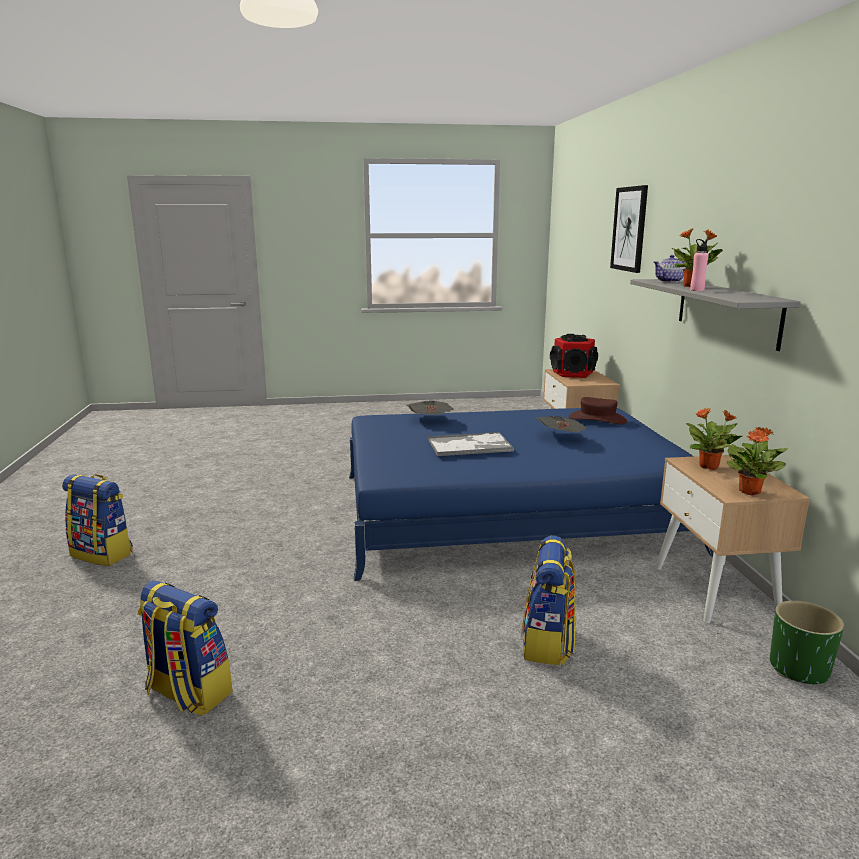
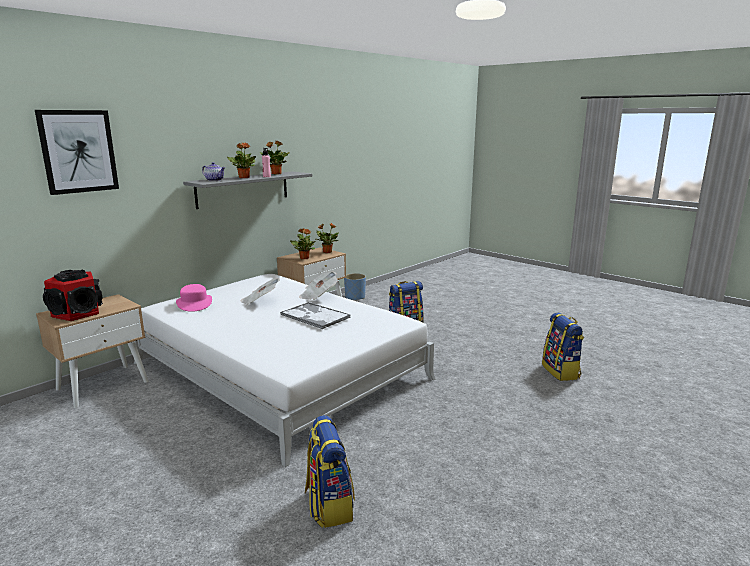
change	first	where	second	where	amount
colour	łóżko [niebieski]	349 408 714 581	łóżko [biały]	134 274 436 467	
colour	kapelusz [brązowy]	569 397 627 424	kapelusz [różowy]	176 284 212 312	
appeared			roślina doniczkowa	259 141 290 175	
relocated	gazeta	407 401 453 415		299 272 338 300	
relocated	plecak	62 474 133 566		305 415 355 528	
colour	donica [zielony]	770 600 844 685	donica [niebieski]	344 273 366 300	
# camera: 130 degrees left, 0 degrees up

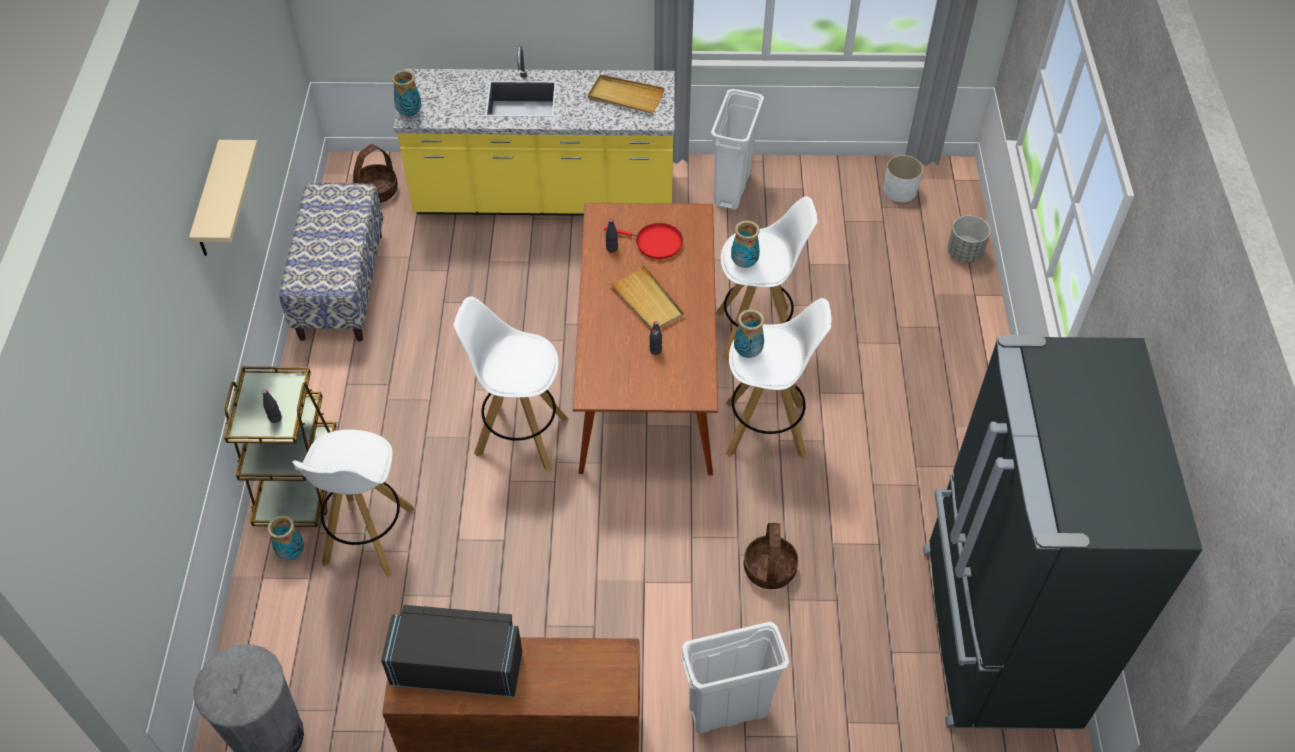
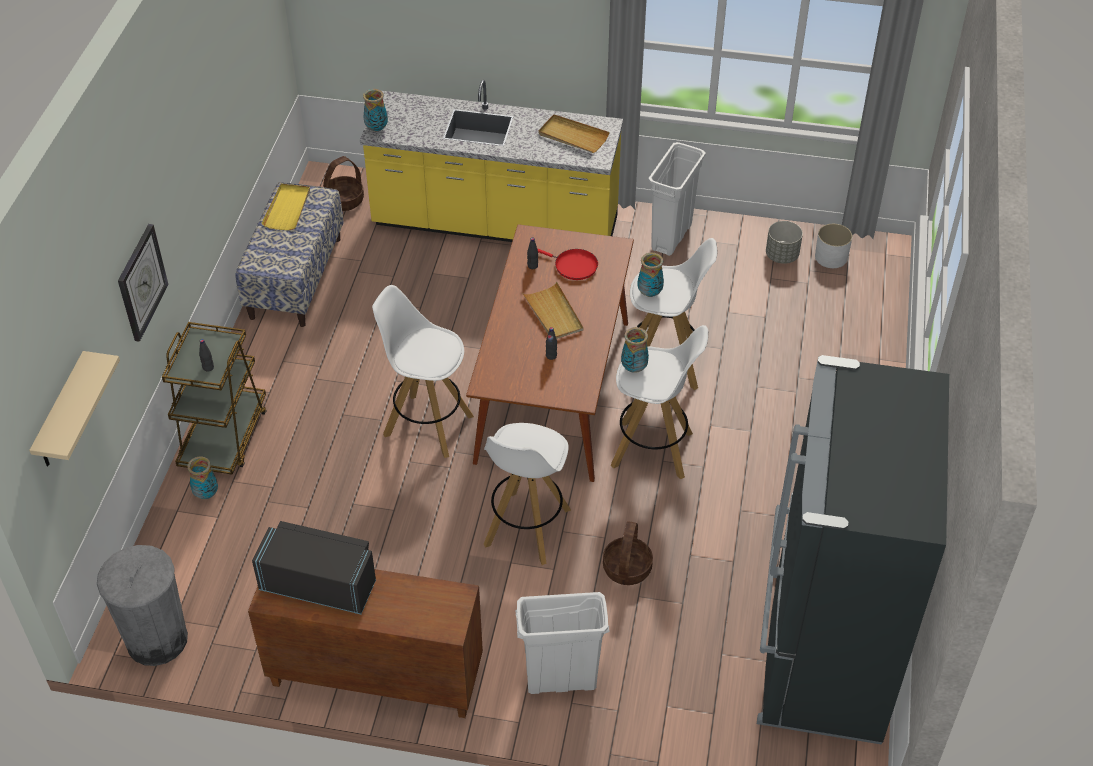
change	first	where	second	where	amount
relocated	półka [beżowy]	189 140 258 256		29 351 120 466	
appeared			zegar ścienny	118 224 169 342	
appeared			taca [żółty]	261 184 310 230	
relocated	stołek [biały]	292 429 414 577		484 423 571 565	
relocated	donica [szary]	948 215 990 262		766 221 803 264	
# camera: 10 degrees right, 5 degrees down

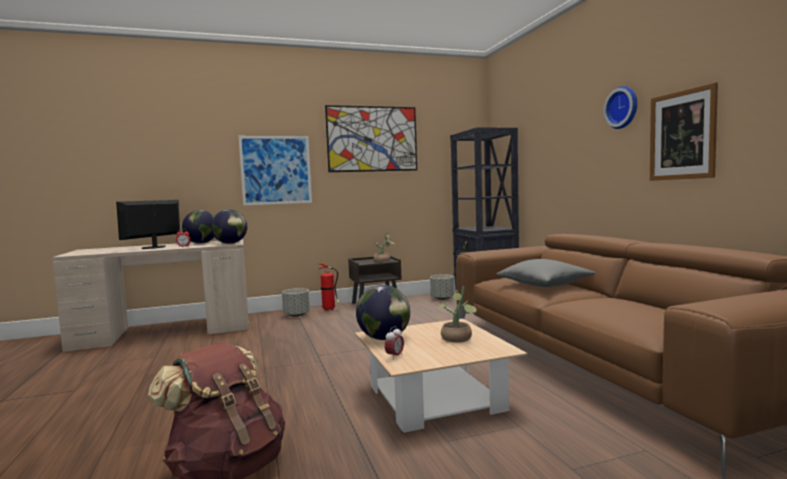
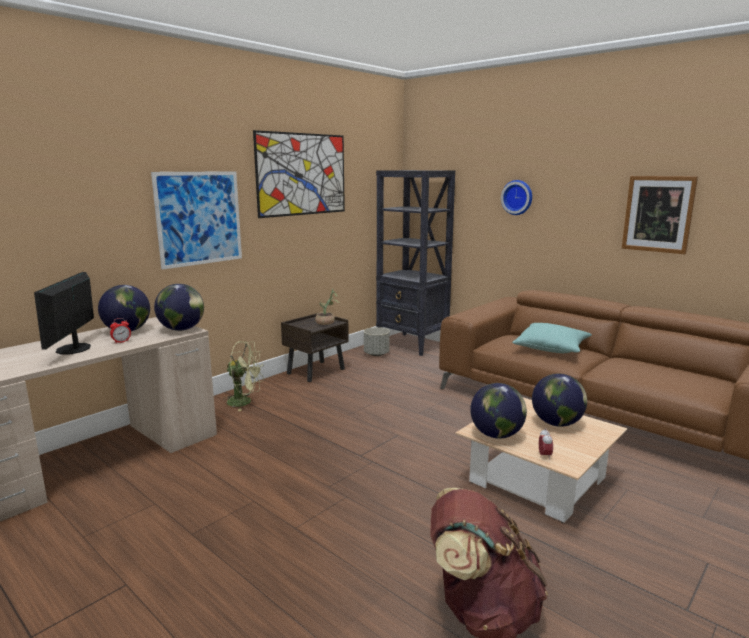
change	first	where	second	where	amount
exchanged	donica [szary]	282 288 310 317	wentylator [zielony]	223 341 264 411	
relocated	zegar ścienny	603 86 637 129		501 180 532 215	
colour	poduszka [szary]	497 259 595 287	poduszka [turkusowy]	512 323 592 353	
exchanged	roślina doniczkowa	439 286 477 343	globus	532 373 587 427	
missing	gaśnica	318 260 341 311			
# camera: 30 degrees left, 10 degrees up

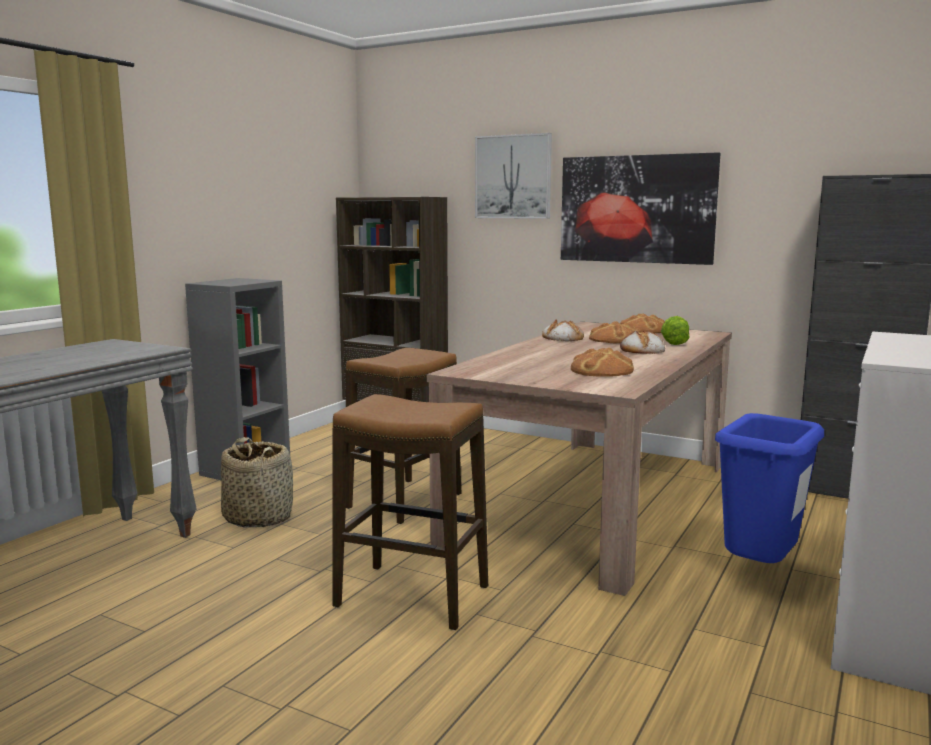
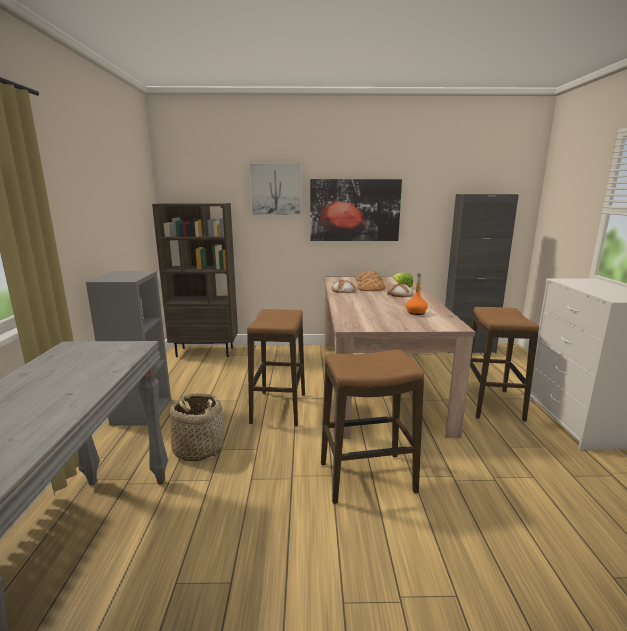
change	first	where	second	where	amount
exchanged	chleb	571 347 634 377	butelka [pomarańczowy]	406 273 428 315	
exchanged	kosz na śmieci [niebieski]	715 413 824 563	stołek	470 307 539 422	
# camera: 30 degrees left, 5 degrees up

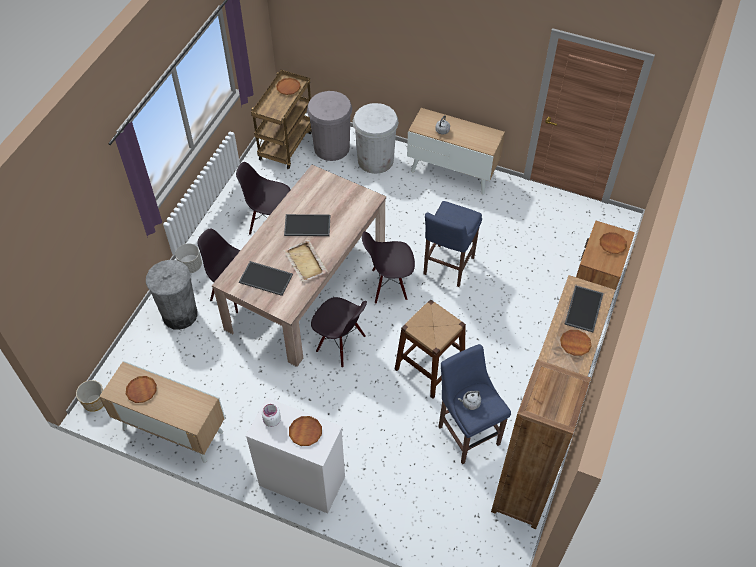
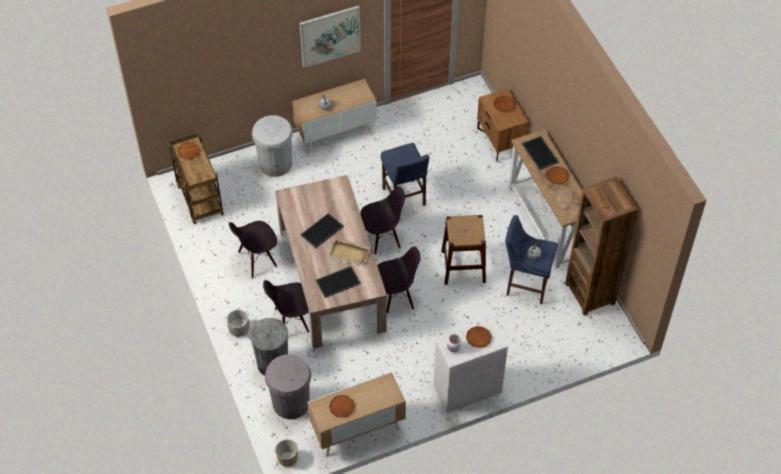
change	first	where	second	where	amount
relocated	kosz na śmieci [szary]	307 91 352 161		265 354 311 419	
appeared			obraz	300 5 361 68	
spun	krzesło [czarny]	362 231 415 304		360 186 405 254	150 degrees counterclockwise
# camera: 45 degrees left, 0 degrees up

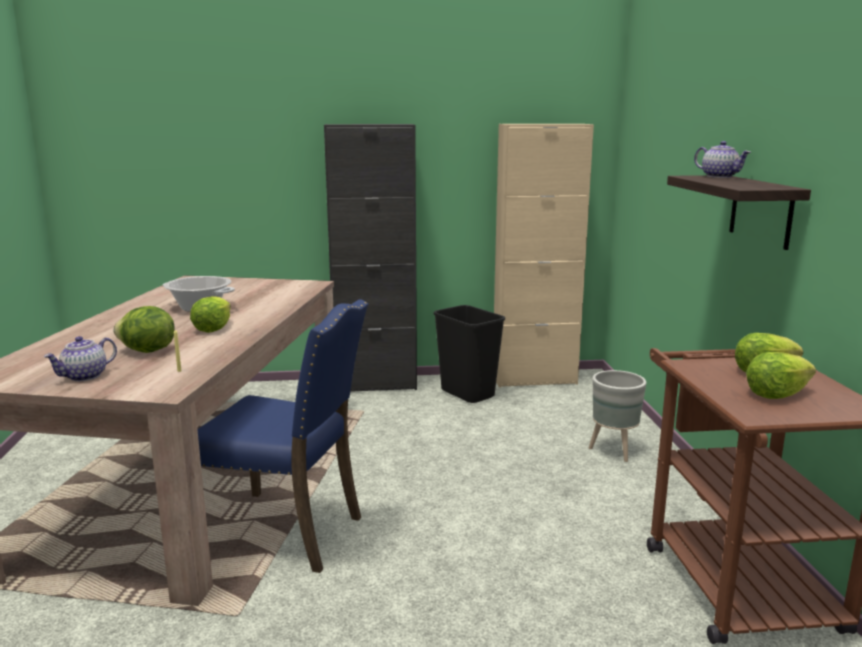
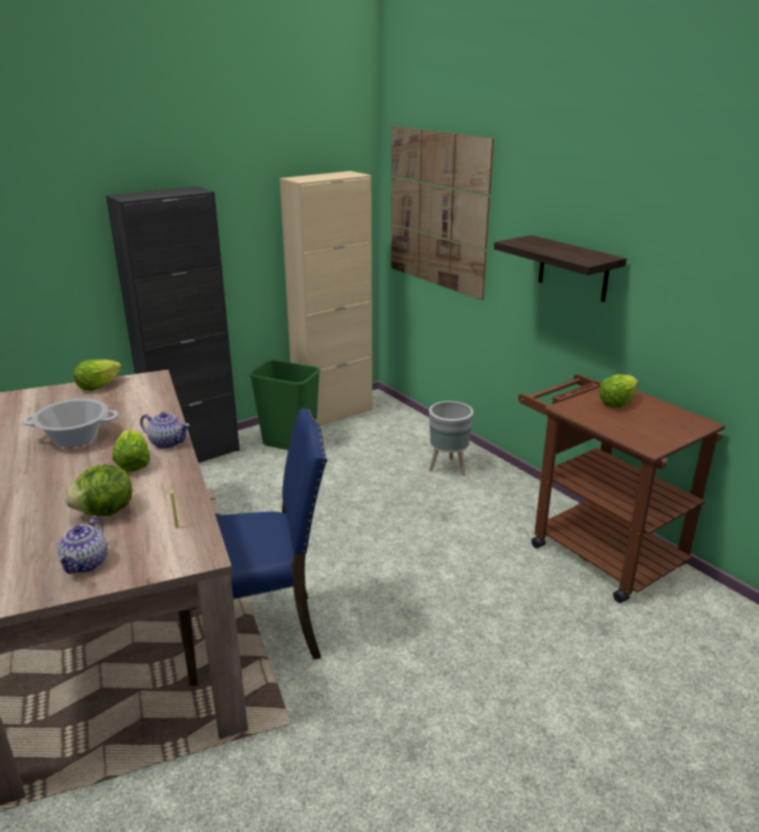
change	first	where	second	where	amount
relocated	sałata	746 352 816 399		74 360 122 391	
relocated	imbryk	694 141 751 178		140 412 190 449	
colour	kosz na śmieci [czarny]	434 305 505 403	kosz na śmieci [zielony]	249 360 321 450	
appeared			obraz	391 126 494 300	
# camera: 30 degrees left, 10 degrees up

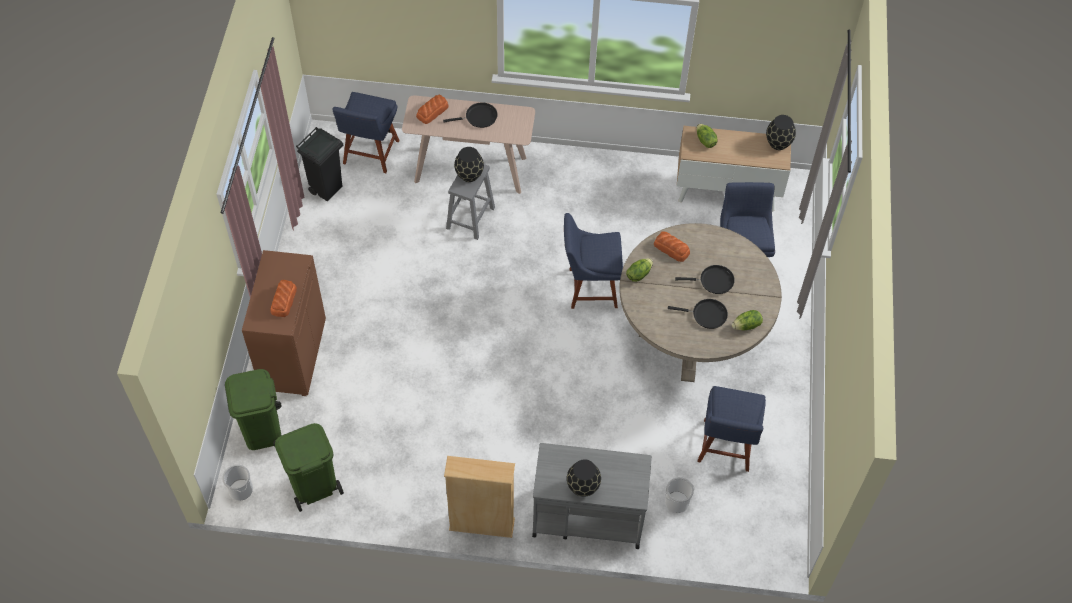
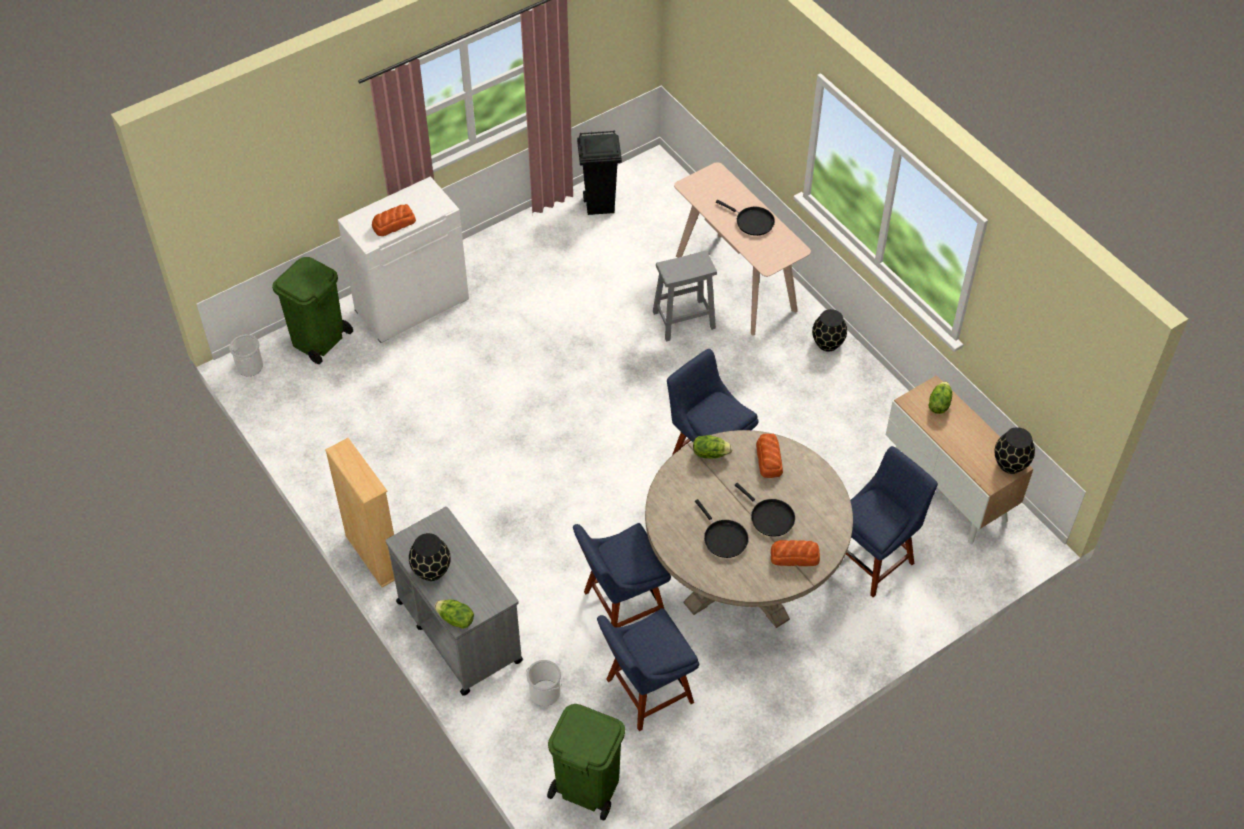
change	first	where	second	where	amount
colour	szafka [brązowy]	242 250 326 396	szafka [biały]	338 176 469 343	
relocated	sałata	732 310 763 330		434 600 474 629	
relocated	kosz na śmieci [zielony]	275 423 344 512		547 704 625 821	
relocated	krzesło [niebieski]	332 92 400 173		573 523 671 627	
relocated	chleb	416 94 449 124		771 540 820 566	
relocated	wazon [czarny]	454 147 484 182		812 309 847 352	
# camera: 50 degrees right, 5 degrees down

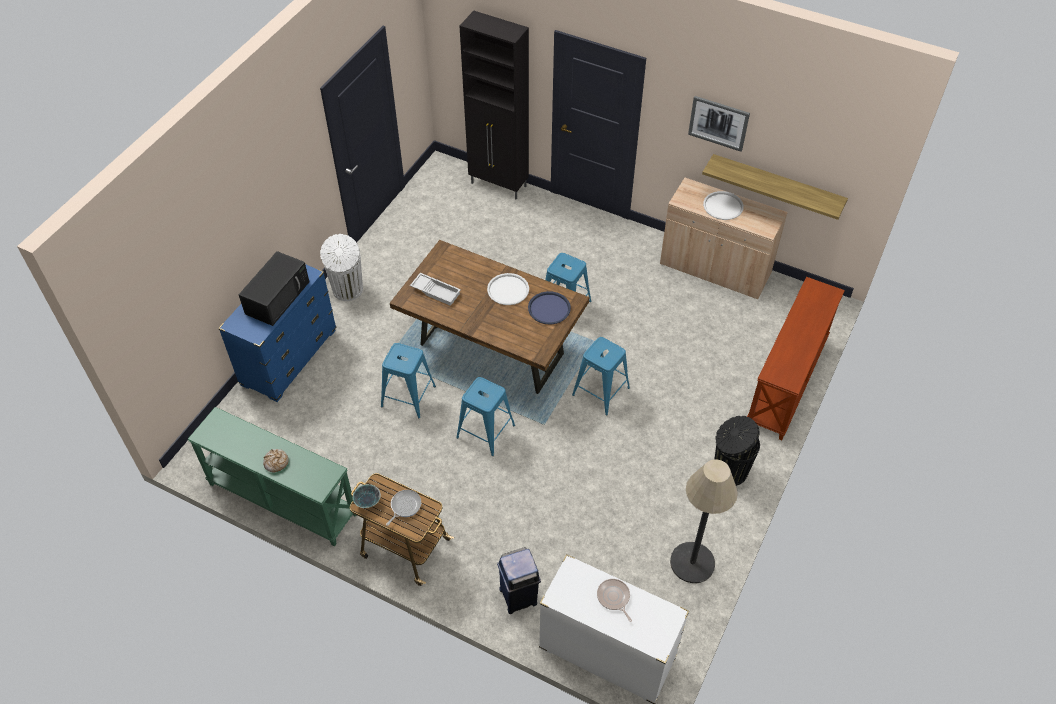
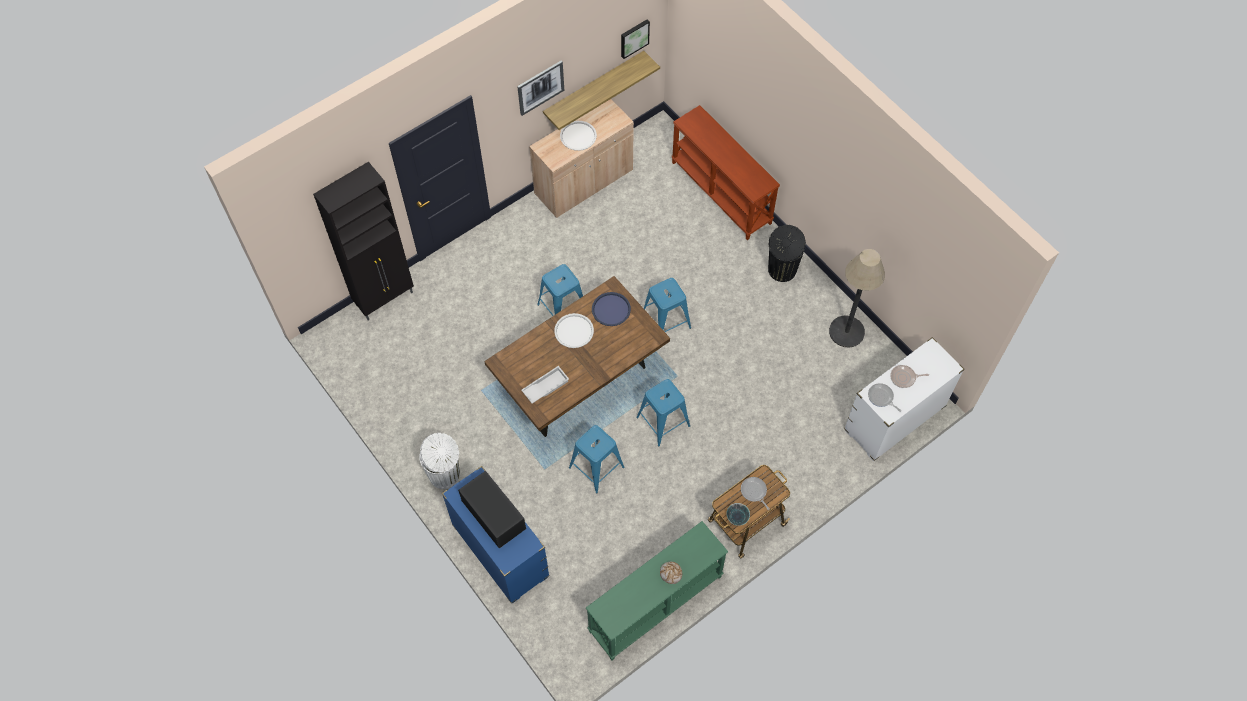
change	first	where	second	where	amount
appeared			obraz	621 20 650 59	
appeared			patelnia	868 383 901 412	
missing	kosz na śmieci [niebieski]	497 547 541 614			
# camera: 65 degrees left, 10 degrees up

